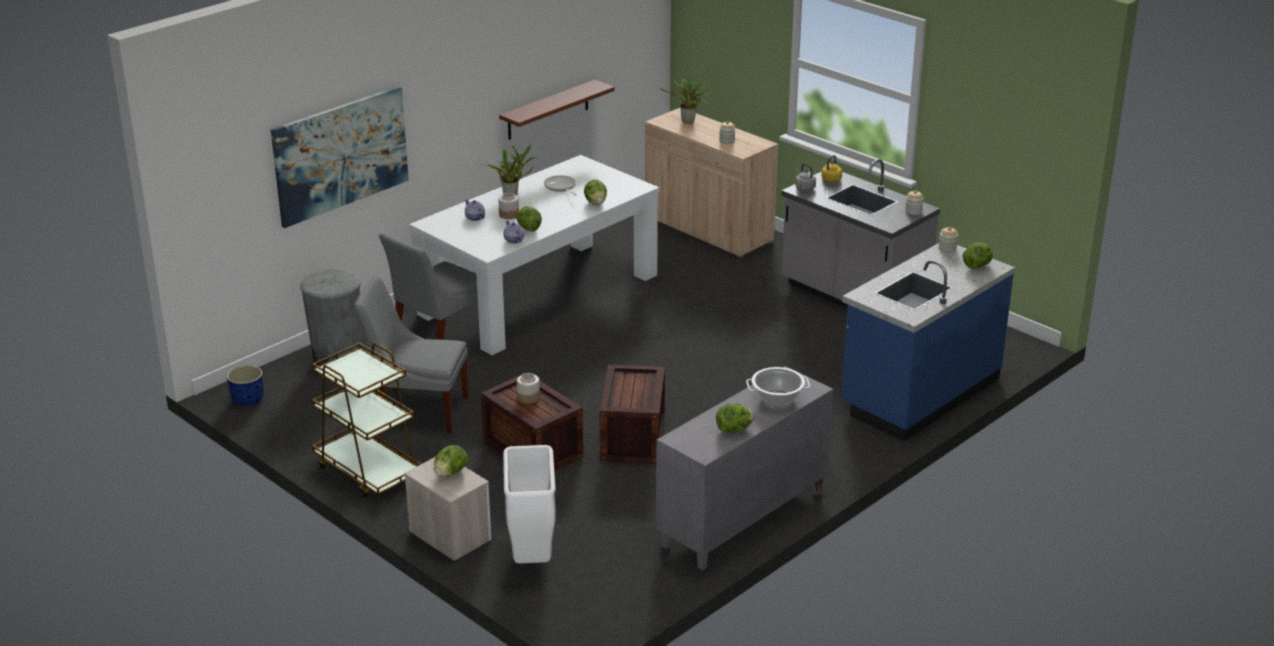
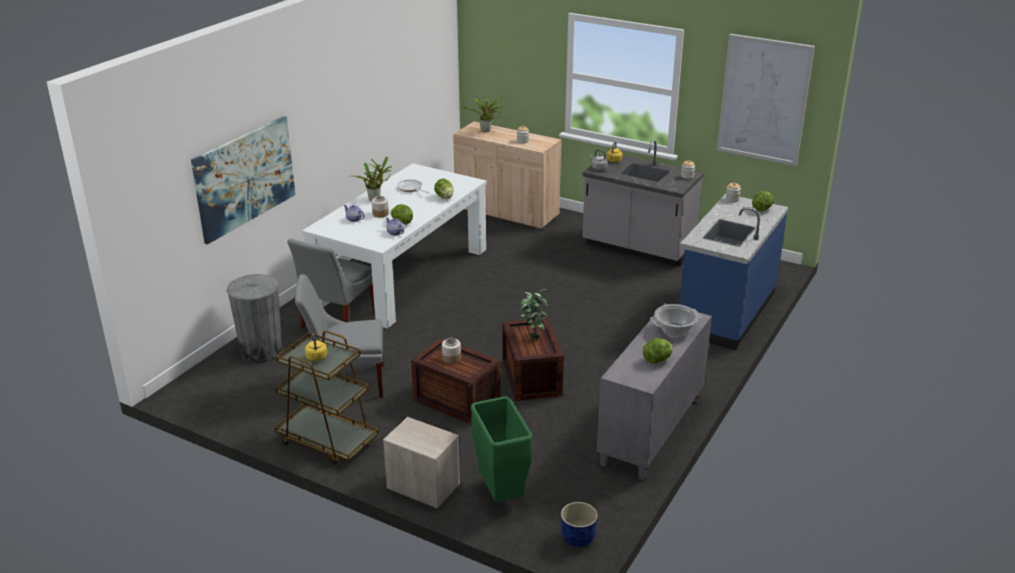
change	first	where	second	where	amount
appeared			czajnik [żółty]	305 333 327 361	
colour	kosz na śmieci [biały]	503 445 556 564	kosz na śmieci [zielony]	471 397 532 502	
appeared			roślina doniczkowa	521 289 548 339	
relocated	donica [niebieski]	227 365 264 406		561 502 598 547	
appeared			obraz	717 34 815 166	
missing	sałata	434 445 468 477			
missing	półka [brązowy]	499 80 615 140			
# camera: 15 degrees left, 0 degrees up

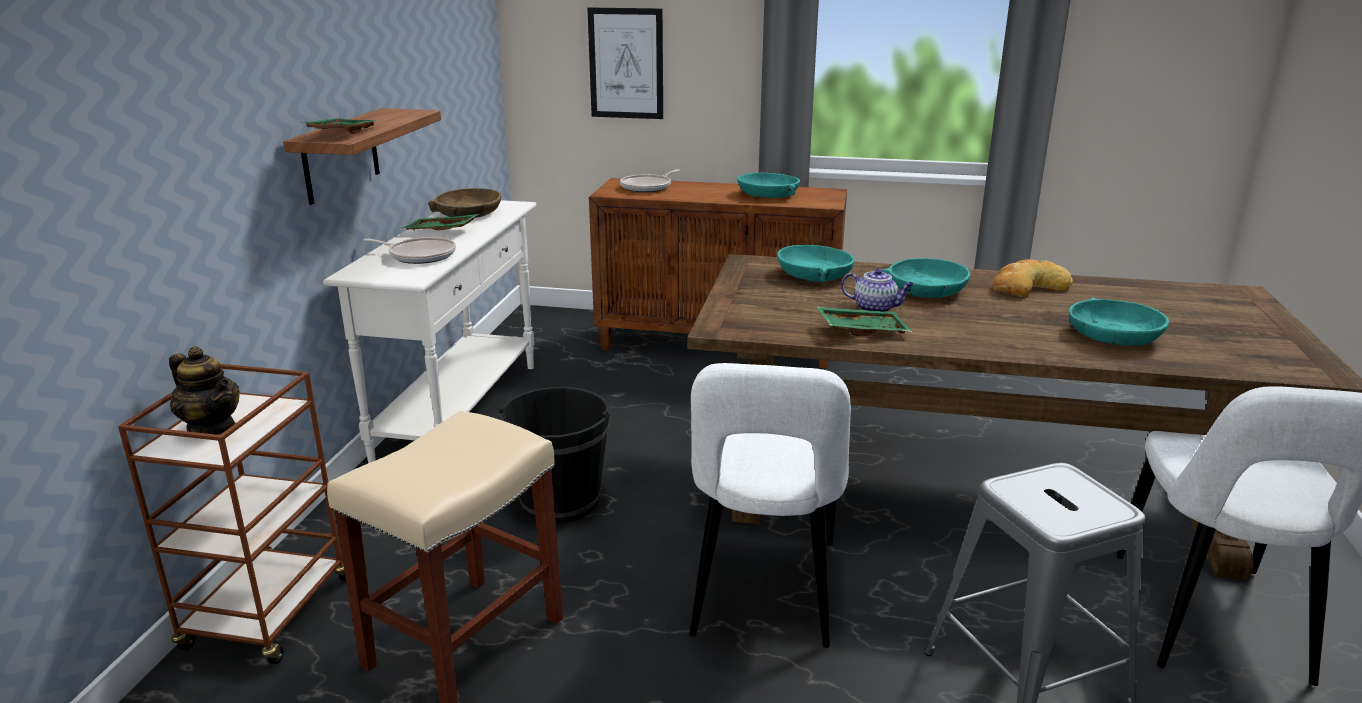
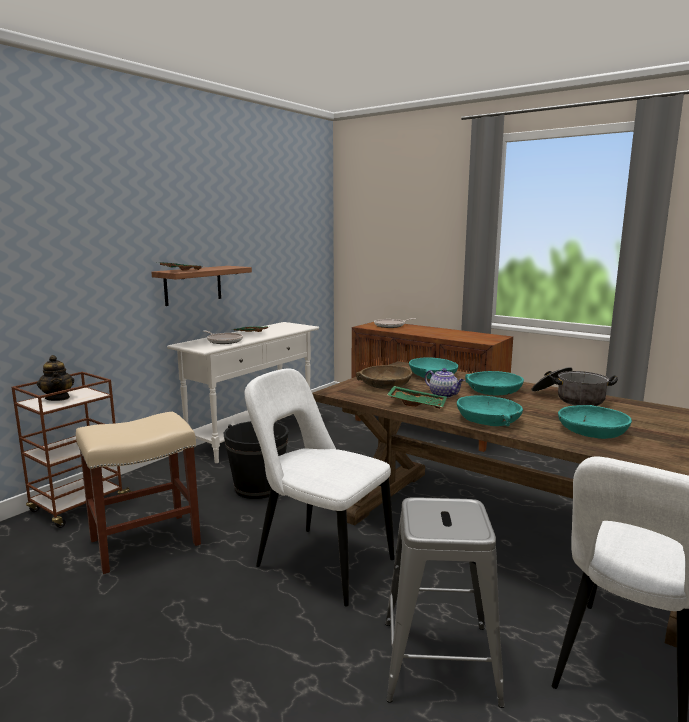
change	first	where	second	where	amount
spun	krzesło [biały]	690 363 851 648		245 369 394 607	90 degrees clockwise
relocated	miska [brązowy]	429 188 501 218		356 365 412 389	
relocated	miska [turkusowy]	737 173 800 198		457 396 523 426	
exchanged	chleb	992 259 1073 297	garnek	531 367 618 406	
missing	obraz	587 8 663 119			
# camera: 25 degrees right, 10 degrees down

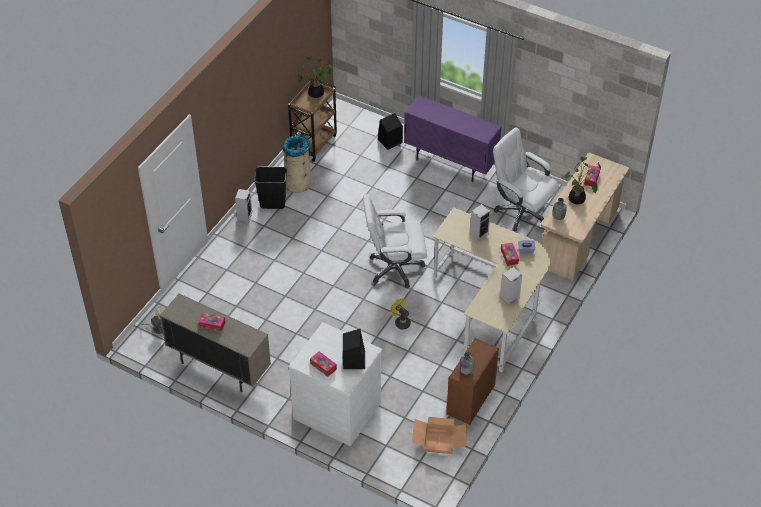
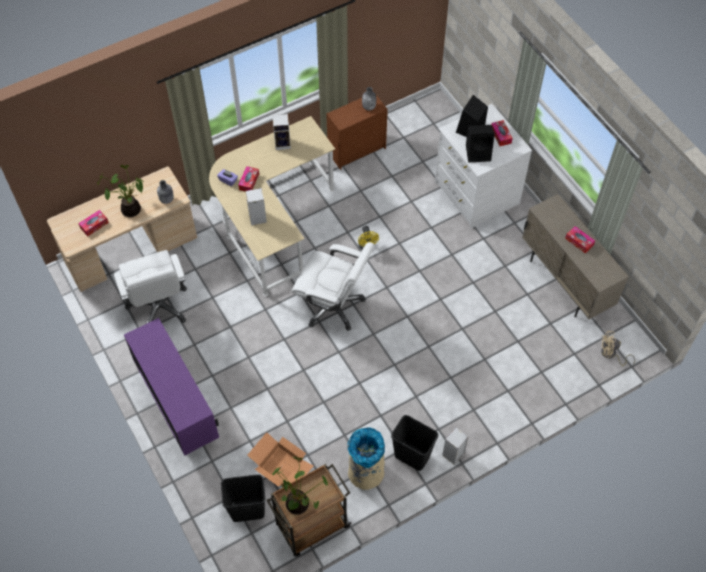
change	first	where	second	where	amount
appeared			kosz na śmieci [czarny]	221 474 265 522	
relocated	karton	412 417 468 454		247 432 314 487	
relocated	głośnik [czarny]	378 113 403 150		466 125 495 162	
# camera: 150 degrees left, 10 degrees up

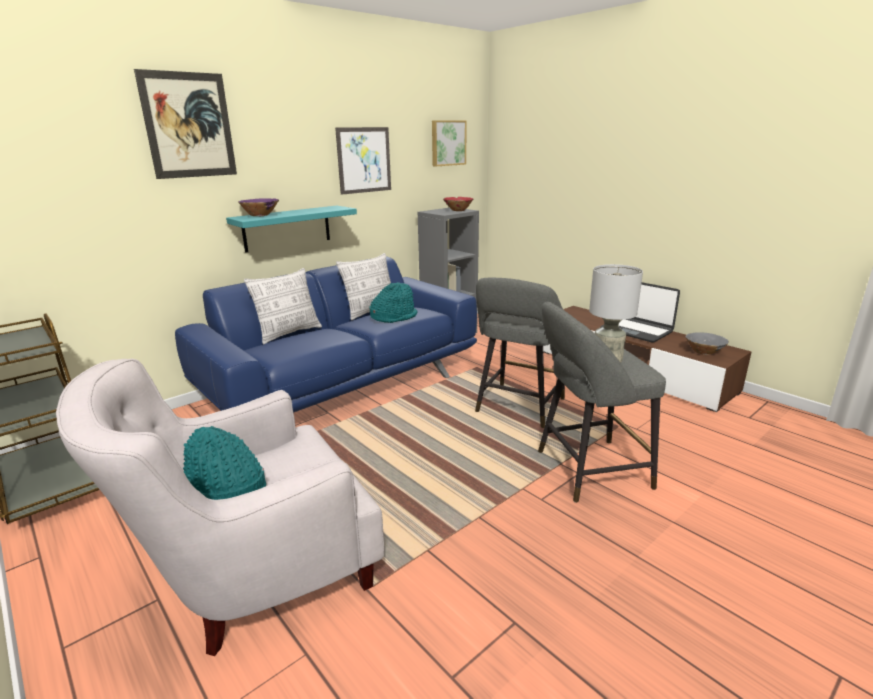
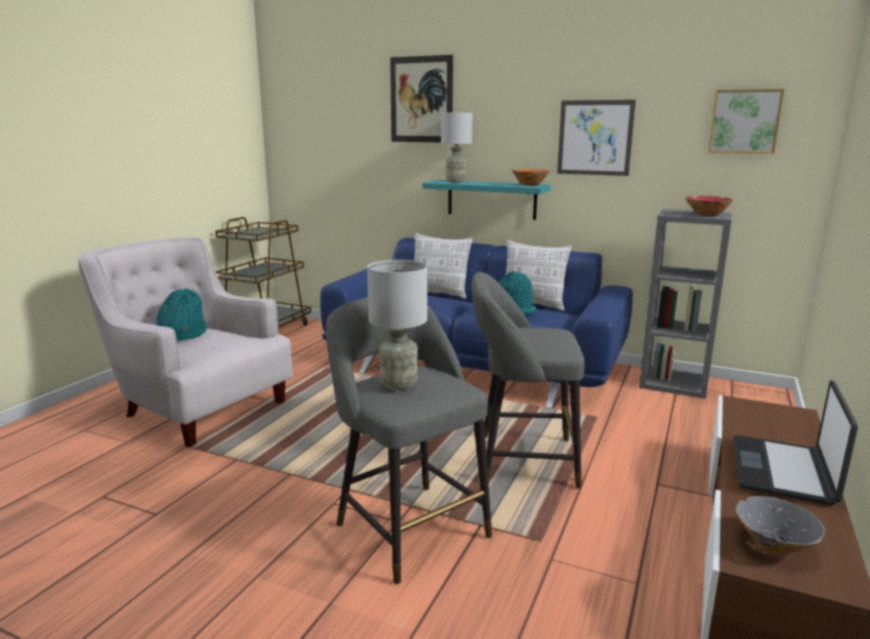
change	first	where	second	where	amount
exchanged	miska [fioletowy]	238 198 279 216	lampa stołowa [szary]	441 113 473 182	
appeared			miska [pomarańczowy]	512 169 550 186	
# camera: 65 degrees right, 5 degrees down

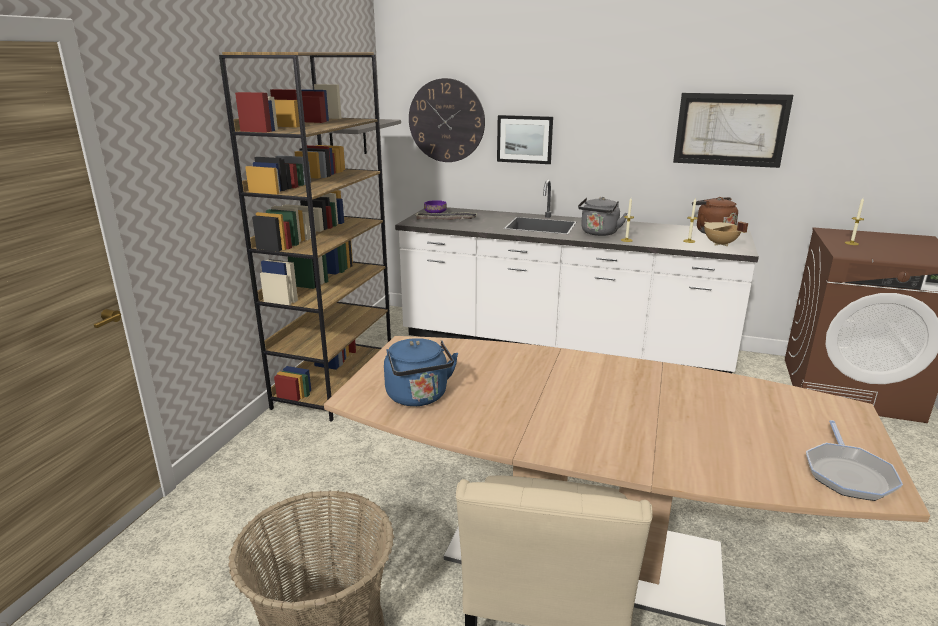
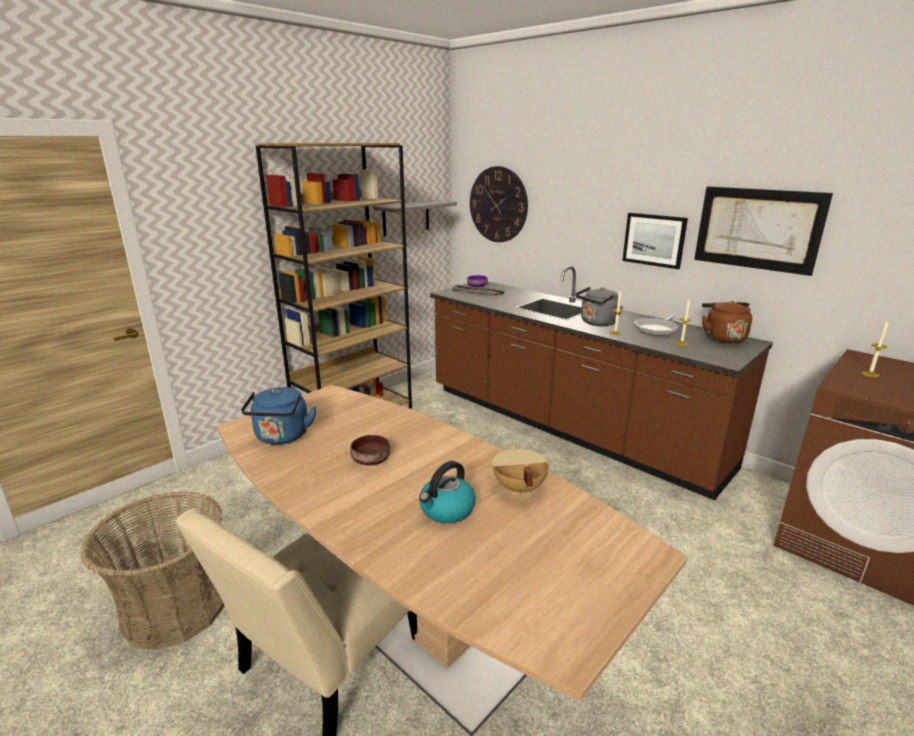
change	first	where	second	where	amount
appeared			miska [brązowy]	350 435 390 465	
appeared			czajnik	419 461 476 524	
colour	zabudowa kuchenna [biały]	395 180 759 373	zabudowa kuchenna [brązowy]	430 266 773 500	
relocated	garnek [beżowy]	704 221 748 246		492 445 549 496	
relocated	obraz	497 115 553 164		622 213 688 269	
relocated	patelnia	806 420 903 501		634 315 679 336	
# camera: 25 degrees right, 0 degrees up

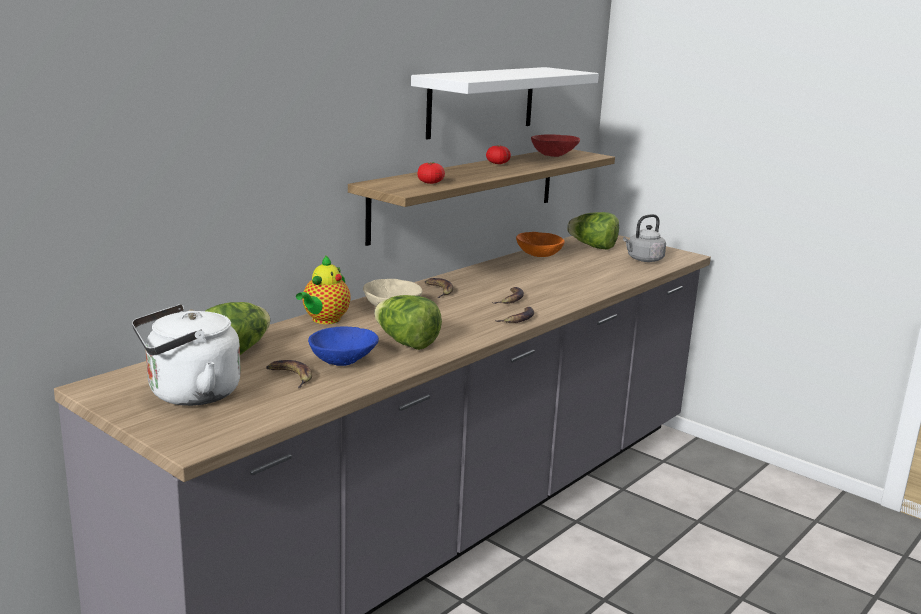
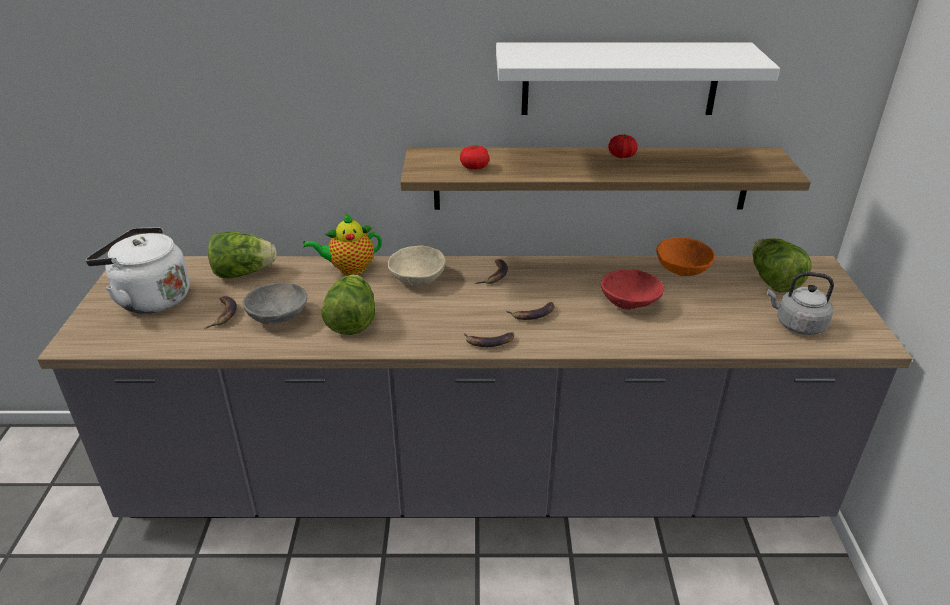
change	first	where	second	where	amount
colour	miska [niebieski]	308 326 379 366	miska [szary]	242 283 307 324	
relocated	miska [czerwony]	531 134 580 157		601 269 664 310	
# camera: 50 degrees right, 15 degrees up

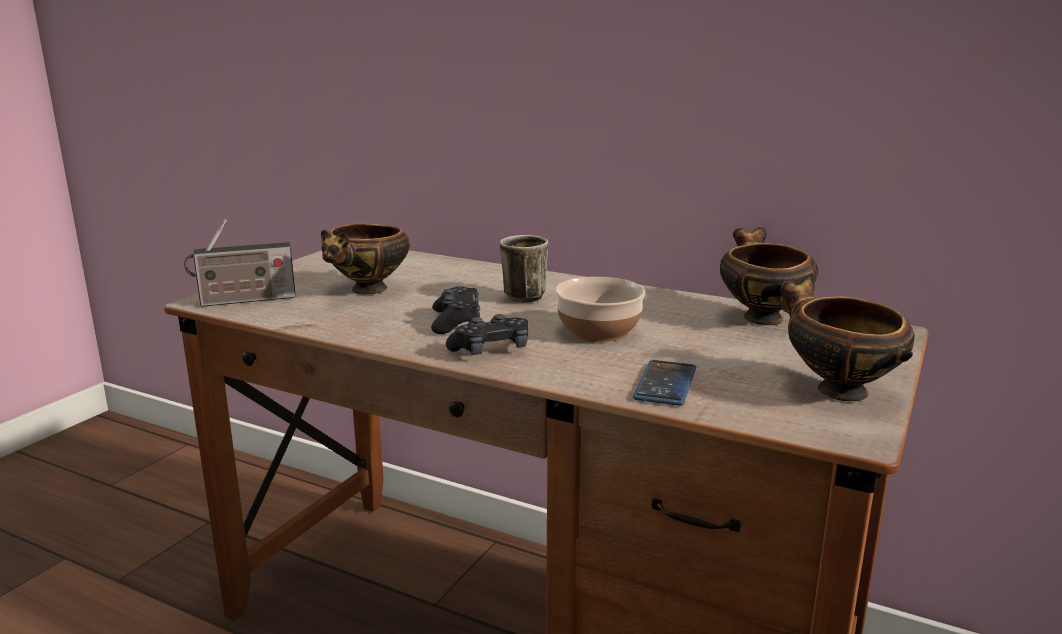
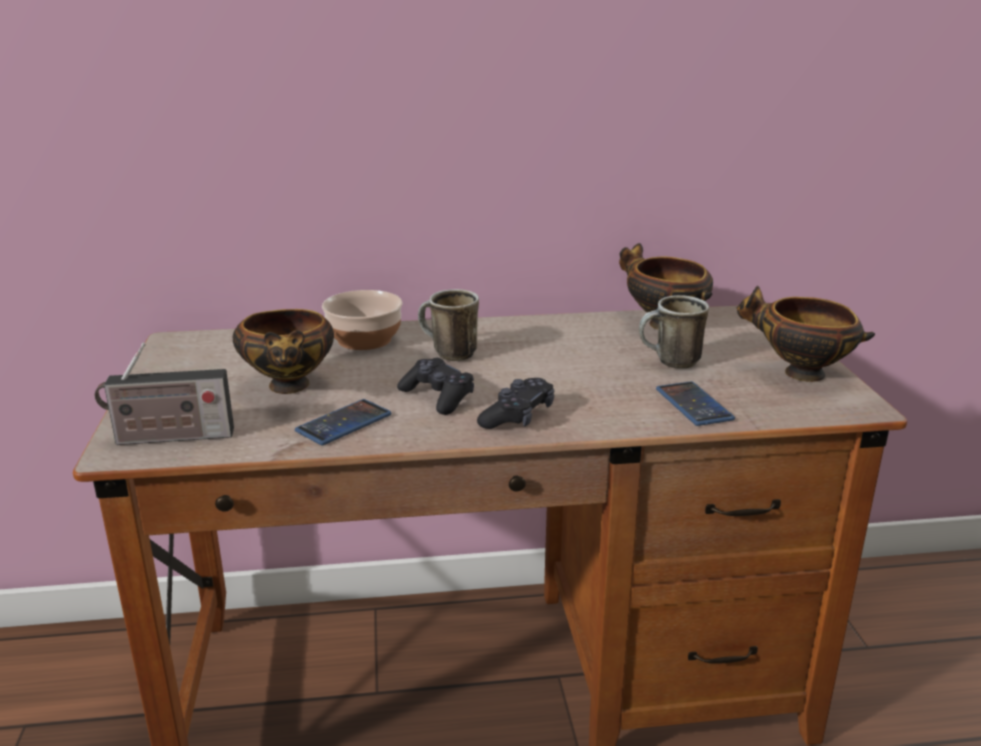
change	first	where	second	where	amount
spun	radio	184 219 296 307		95 343 234 445	45 degrees clockwise
appeared			telefon	295 399 392 445	
relocated	miska	555 277 645 342		322 290 403 350	
appeared			kubek	639 295 709 369	
# camera: 35 degrees left, 5 degrees up

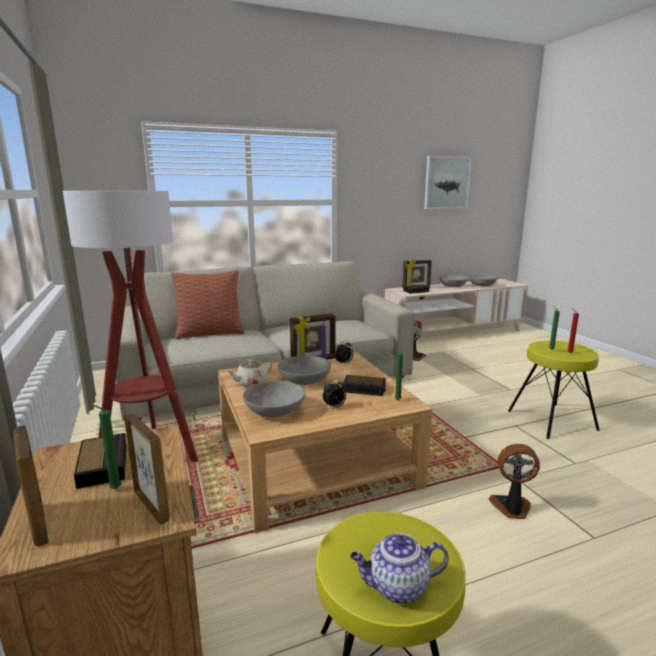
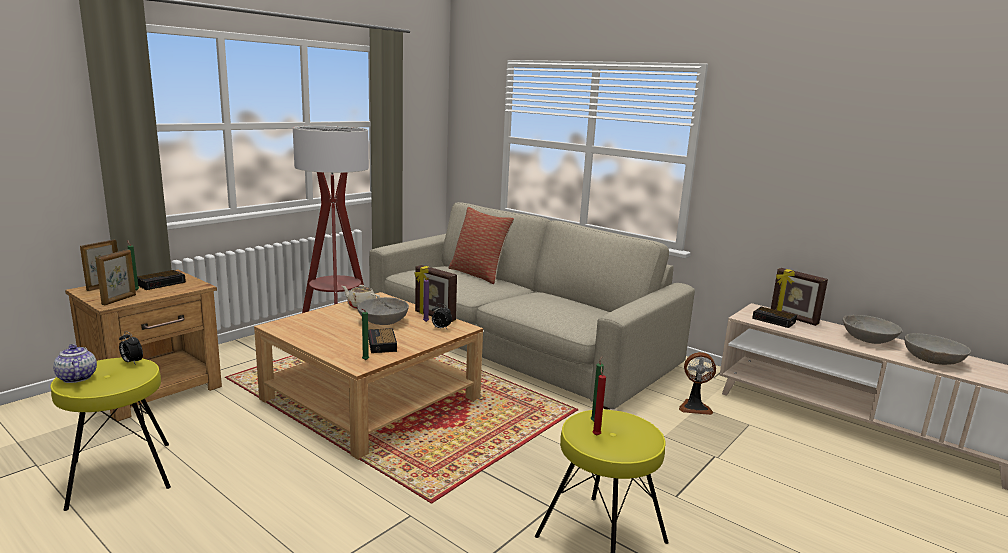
change	first	where	second	where	amount
relocated	budzik	323 379 346 409		119 331 143 365	
missing	miska [szary]	243 381 305 417			
missing	obraz	424 156 472 209			
missing	wentylator	489 444 540 519			
# camera: 60 degrees right, 0 degrees up

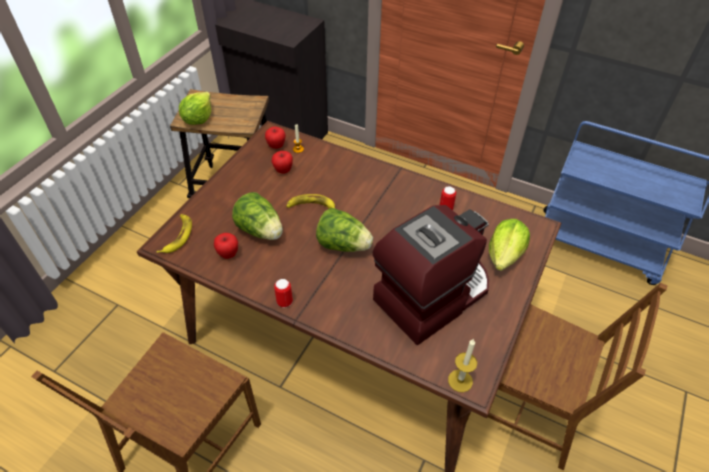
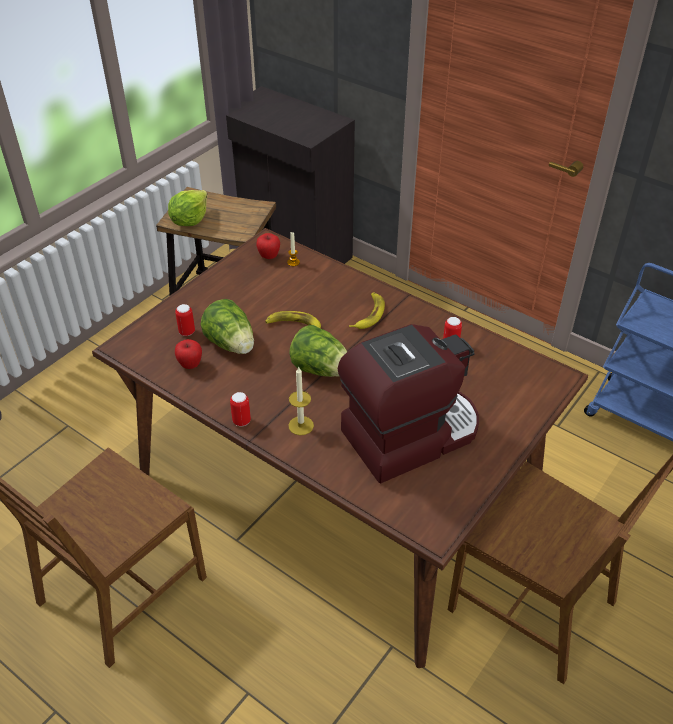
change	first	where	second	where	amount
appeared			puszka	175 304 195 336	
relocated	świeca	448 339 477 392		288 366 314 435	
relocated	banan	156 214 192 253		349 292 385 329	
missing	jabłko	272 151 293 174			
missing	sałata	489 219 530 271			
# camera: 10 degrees right, 5 degrees down

